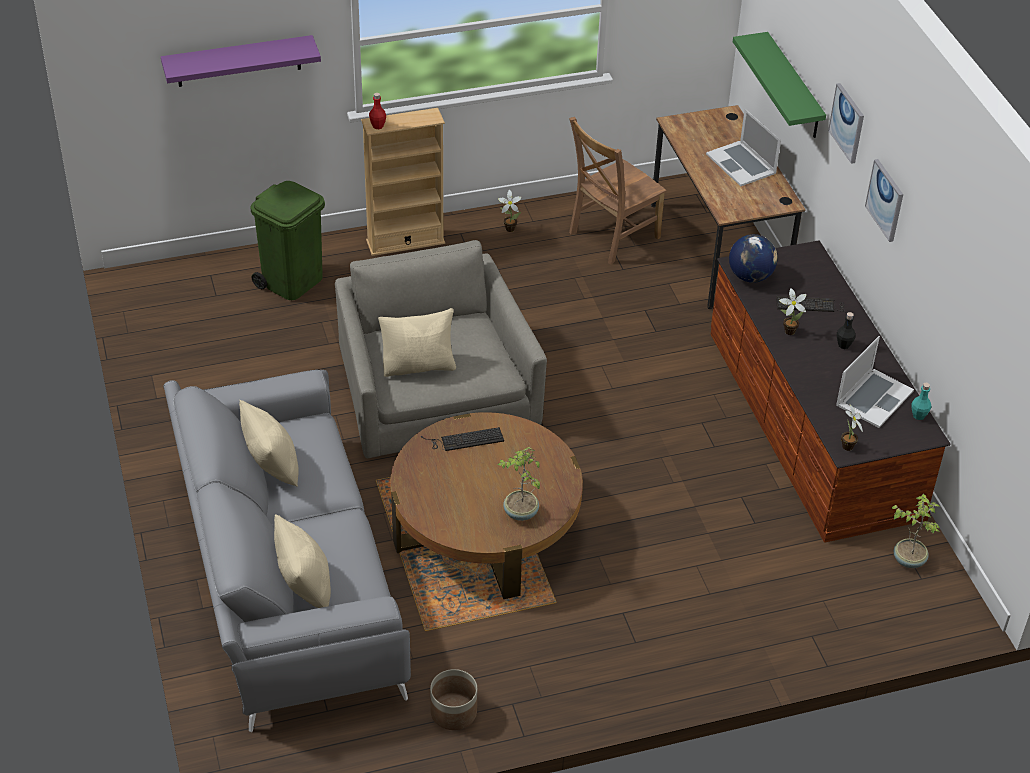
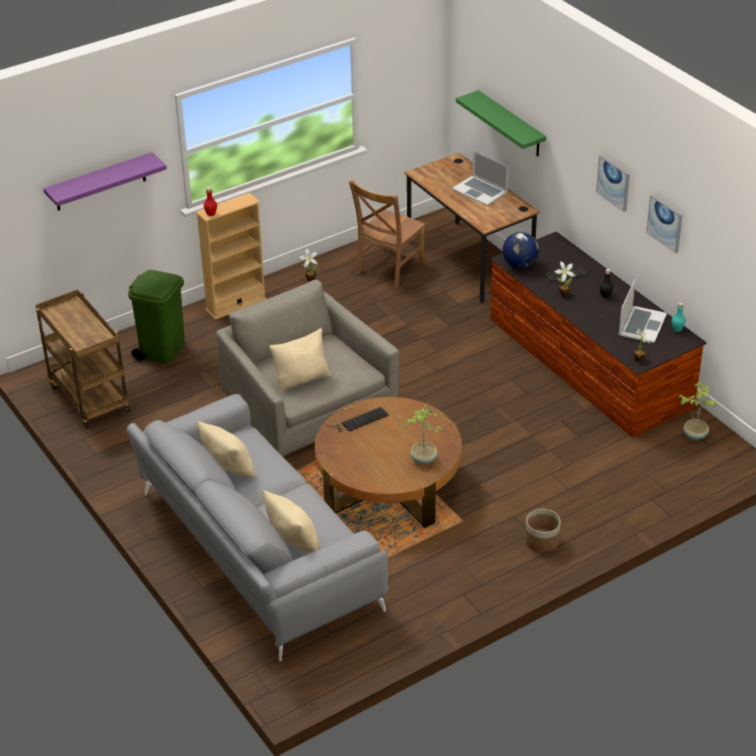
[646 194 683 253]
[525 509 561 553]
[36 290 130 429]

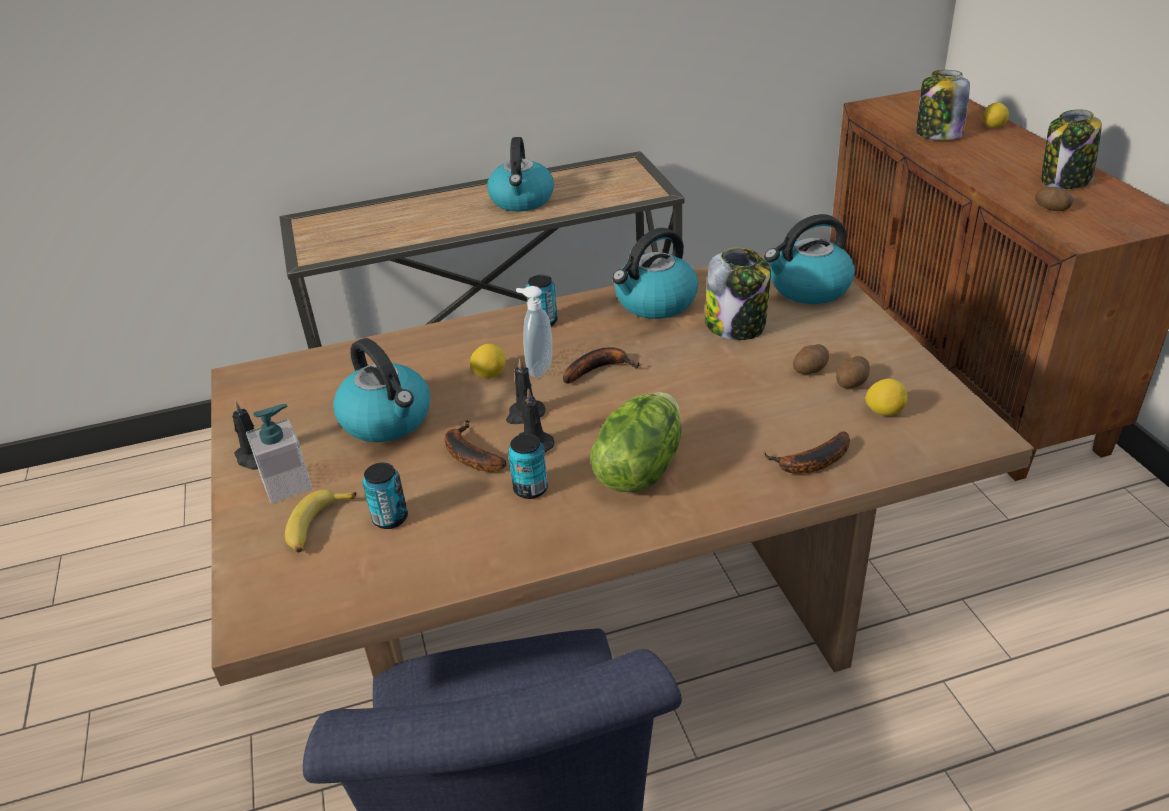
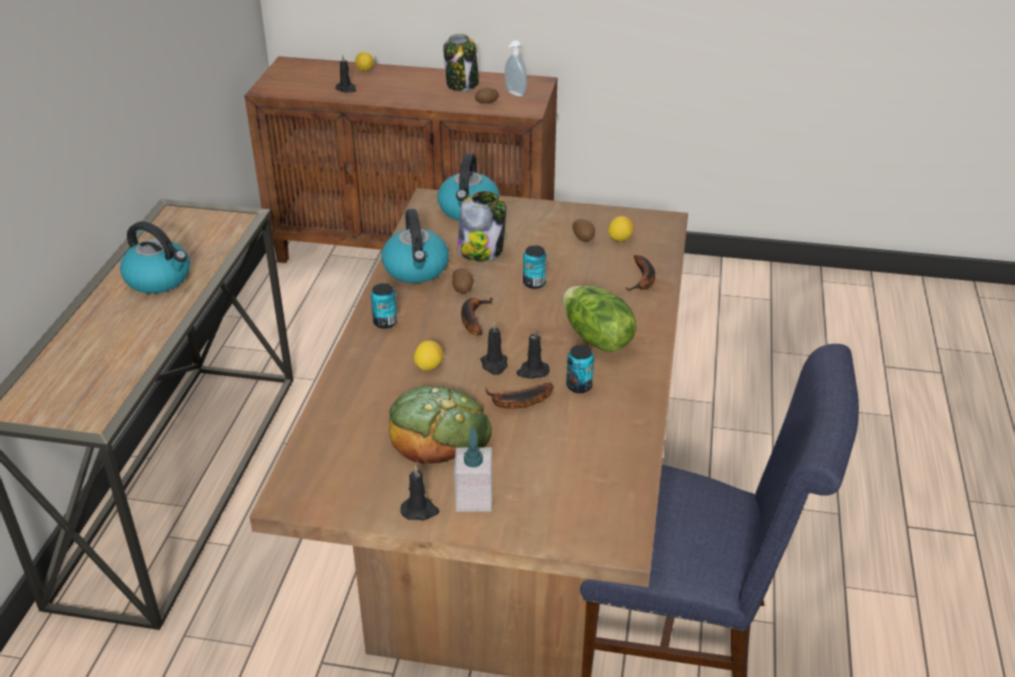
[335 54 356 93]
[505 40 527 96]
[389 386 492 464]
[452 269 474 293]
[523 245 547 289]
[285 489 357 553] (first image)

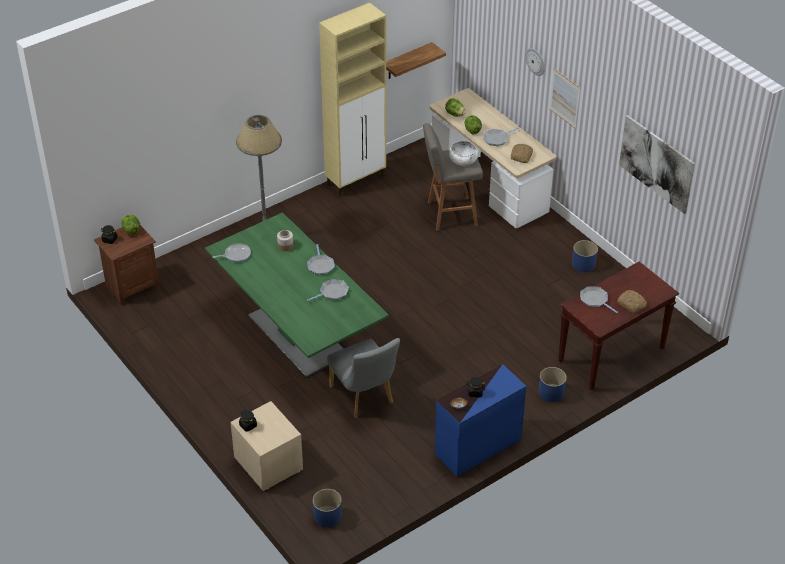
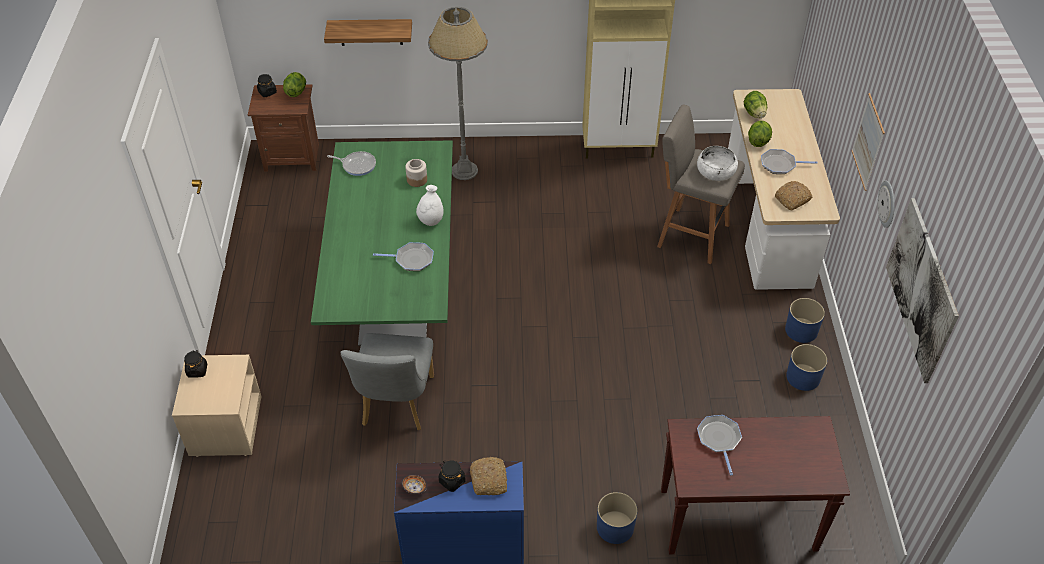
[324 19 412 46]
[878 181 895 228]
[416 185 444 226]
[470 457 507 495]
[785 298 825 343]

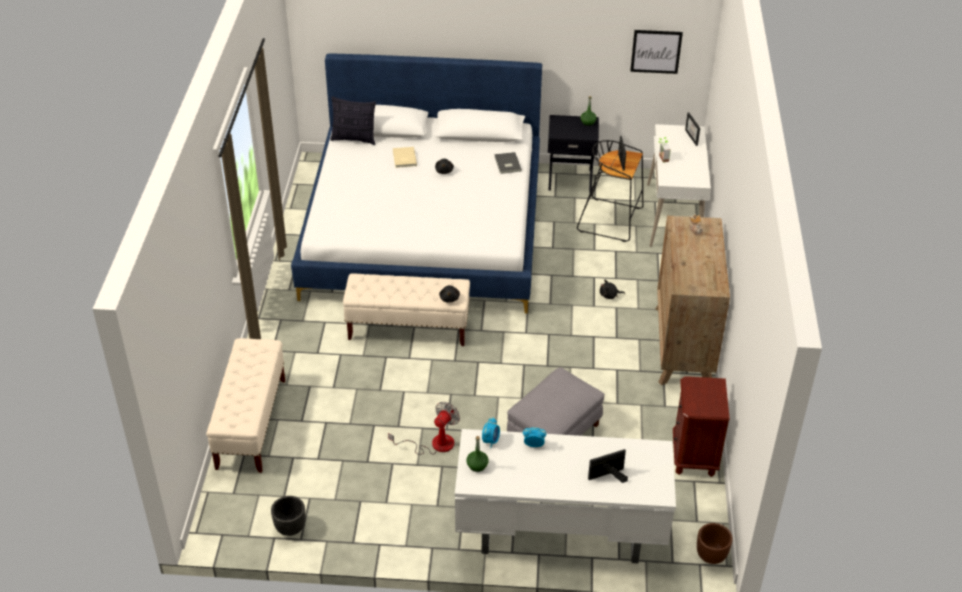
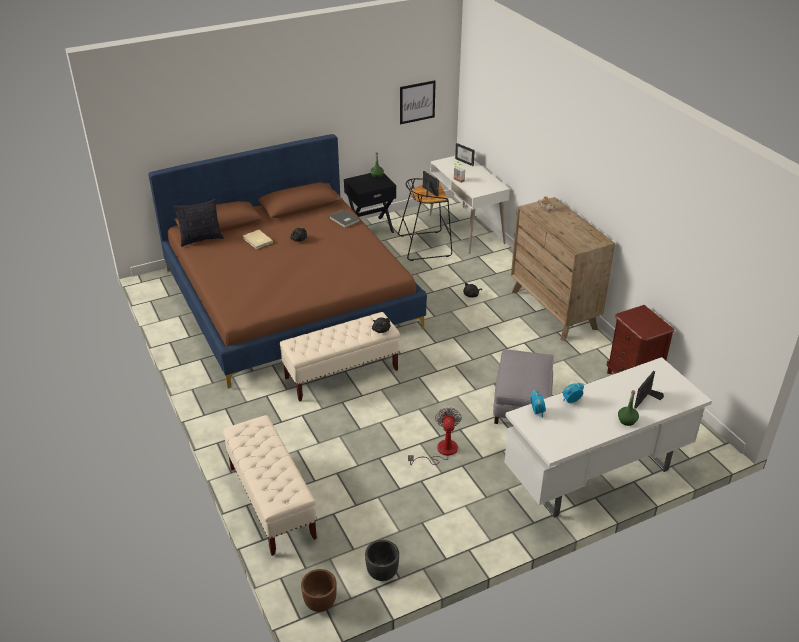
[148 134 427 389]
[618 390 639 426]
[301 569 337 612]

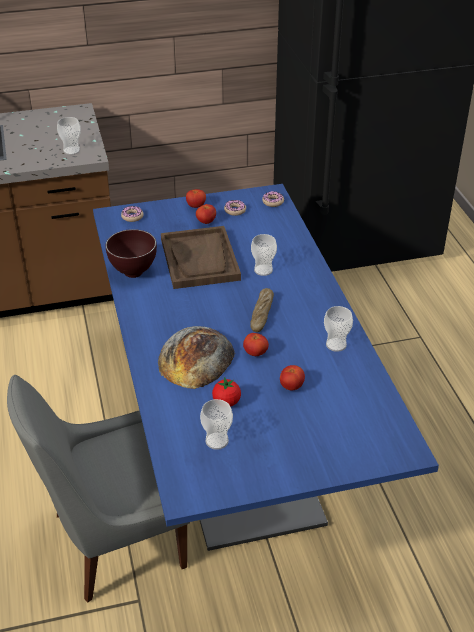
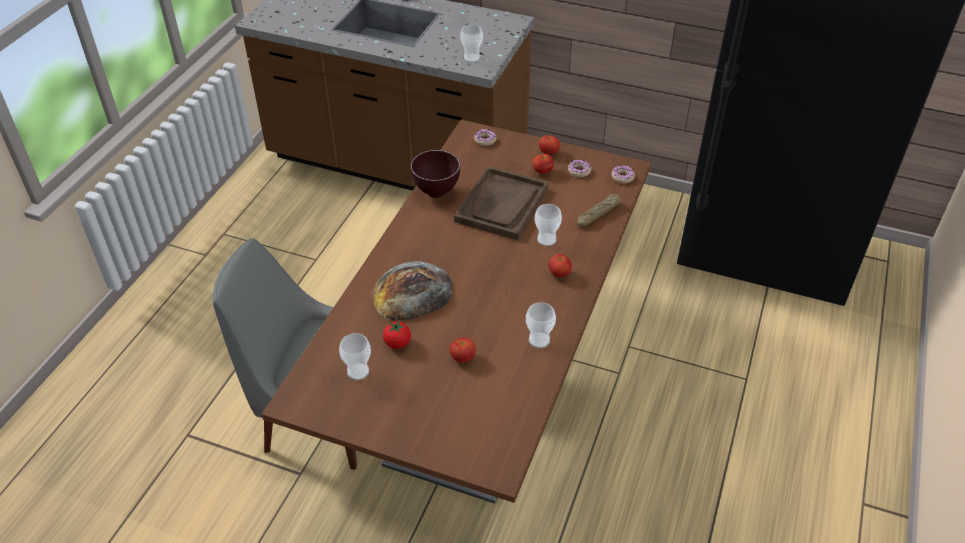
[261 120 651 504]
[577 194 621 227]
[548 254 572 277]

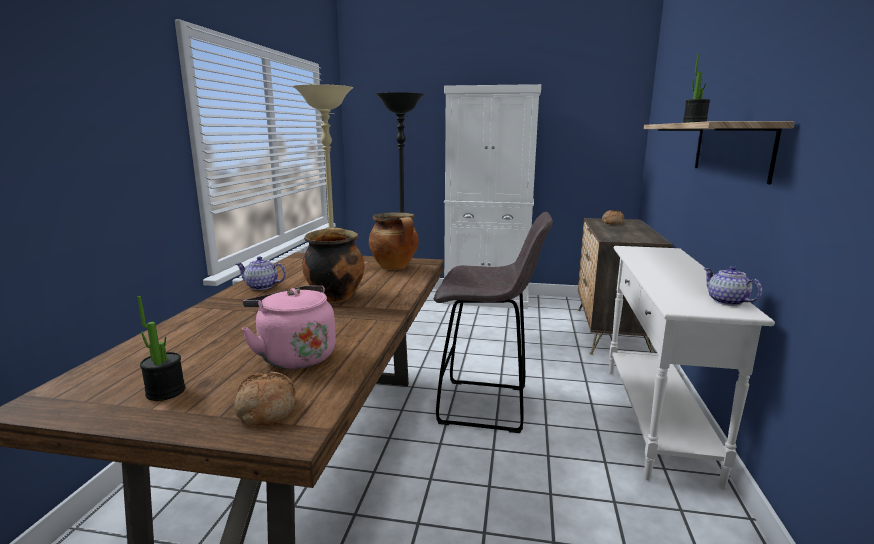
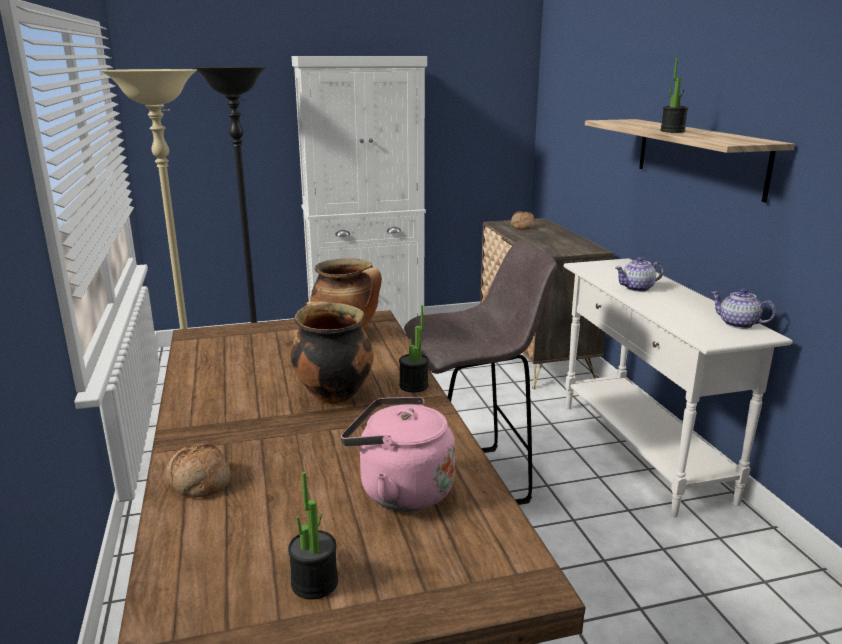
[615 257 664 292]
[165 444 231 497]
[399 305 429 392]

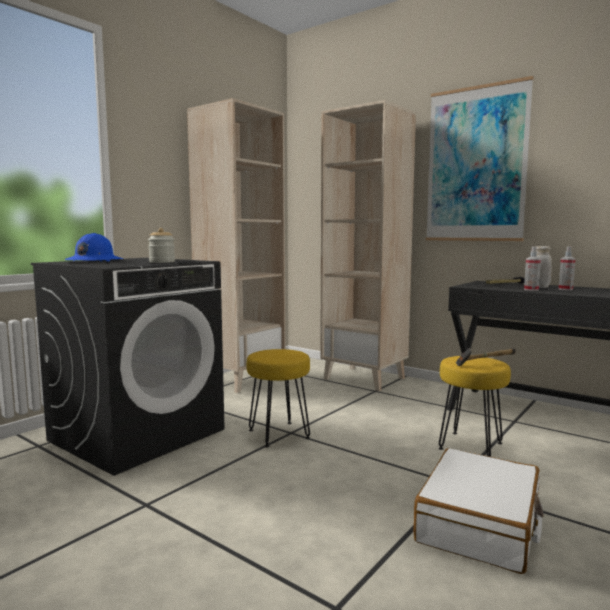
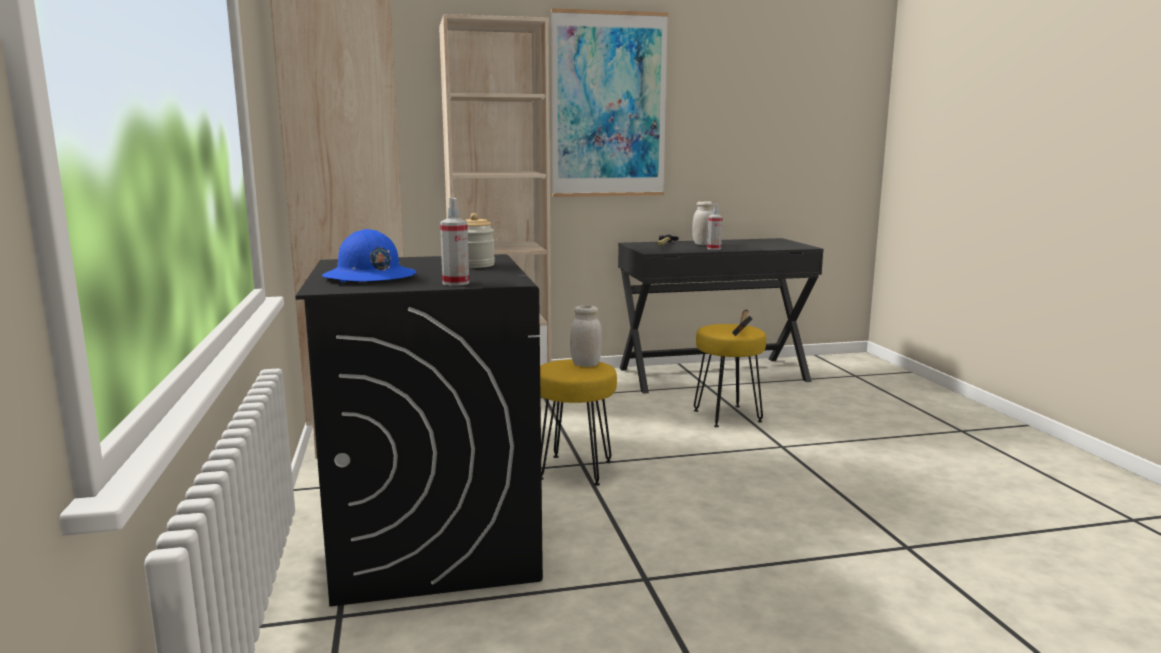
[440 198 469 286]
[414 448 544 574] (first image)
[570 305 602 367]

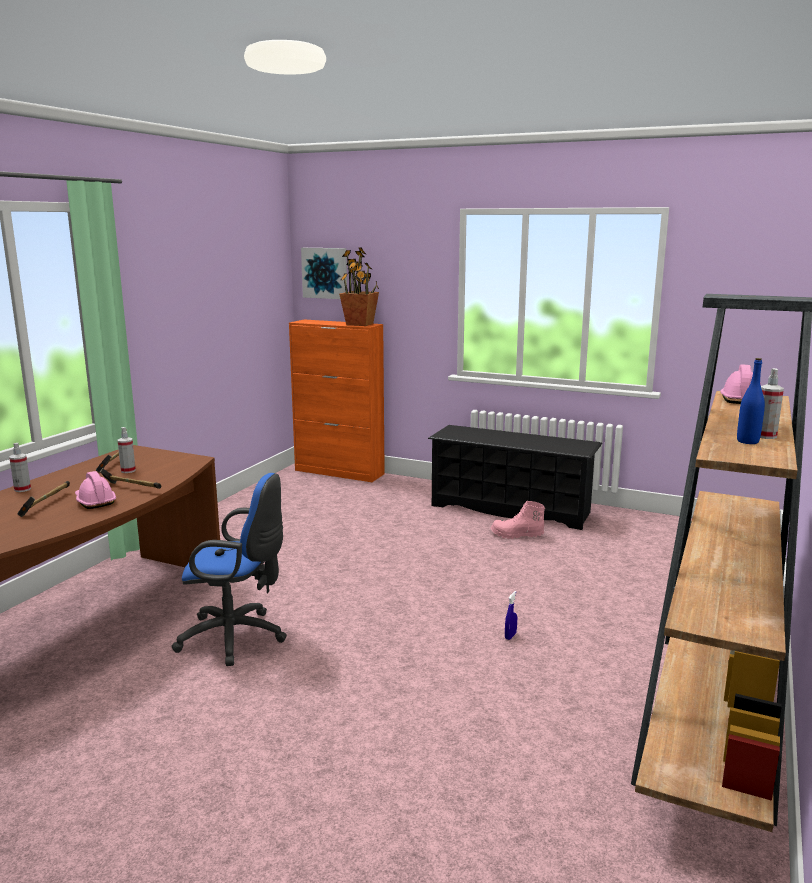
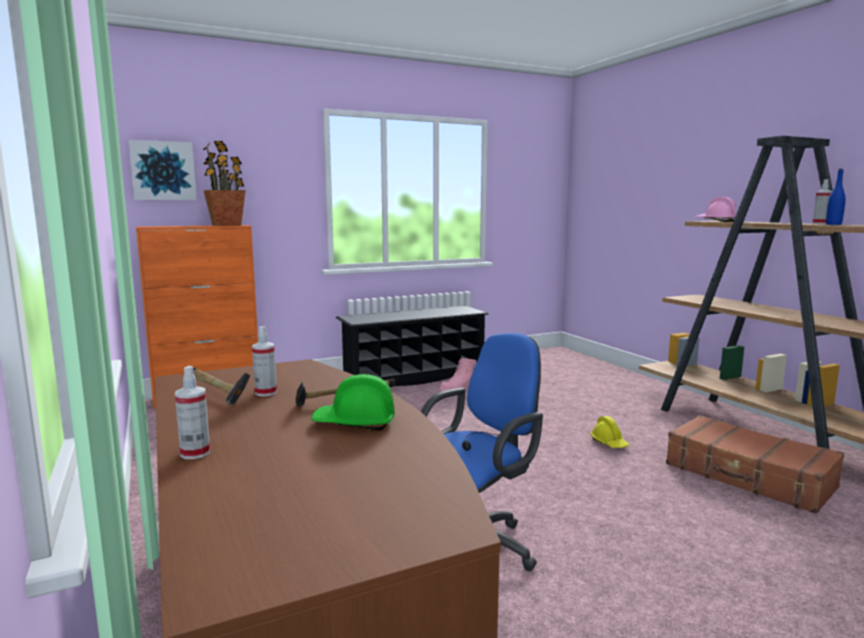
[312 374 395 431]
[17 481 70 517] (first image)
[590 416 630 448]
[666 415 844 514]

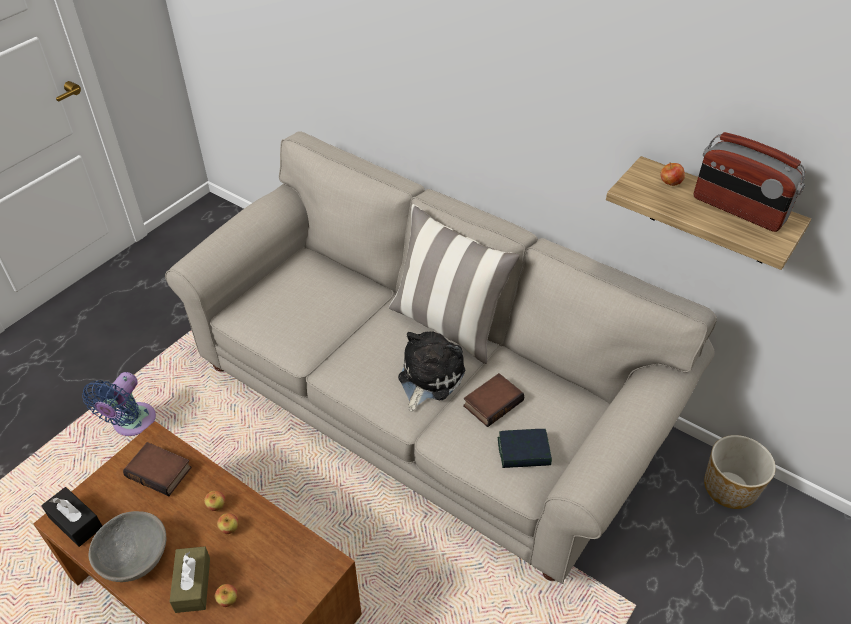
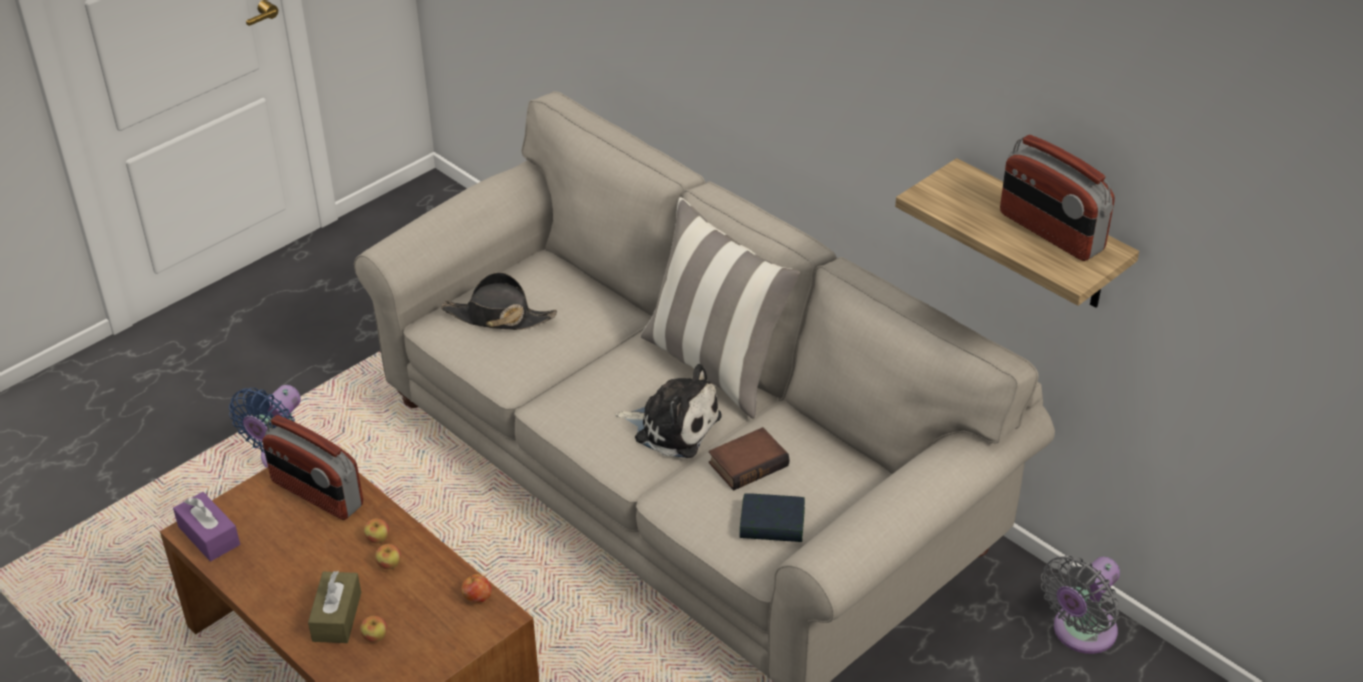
[461 574 492 603]
[615 364 721 458]
[1041 555 1120 654]
[262 415 363 520]
[173 492 240 561]
[89 511 166 582] (first image)
[441 272 557 330]

